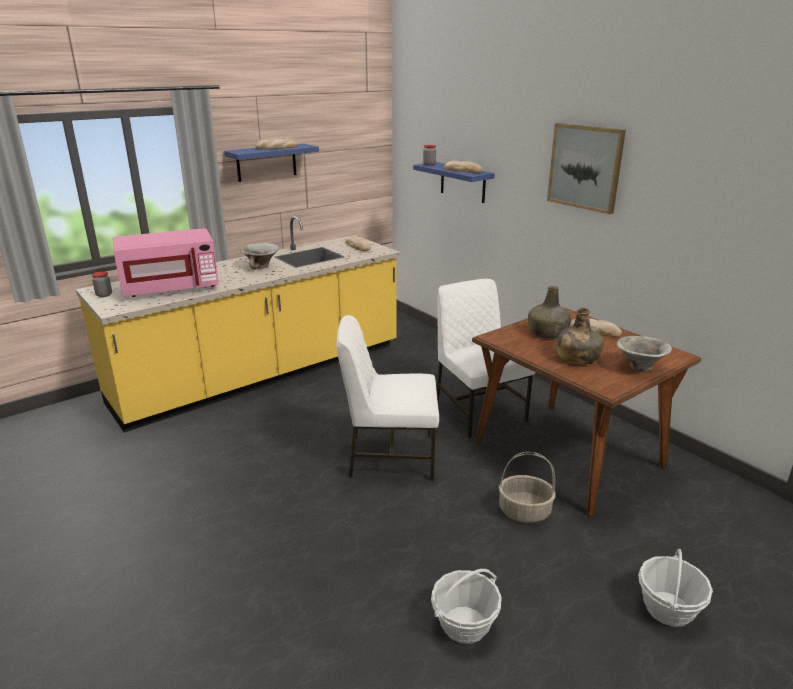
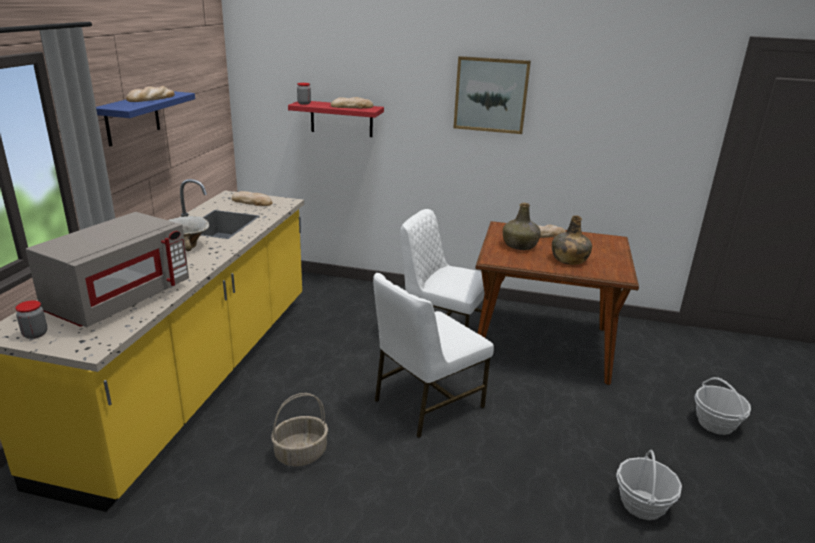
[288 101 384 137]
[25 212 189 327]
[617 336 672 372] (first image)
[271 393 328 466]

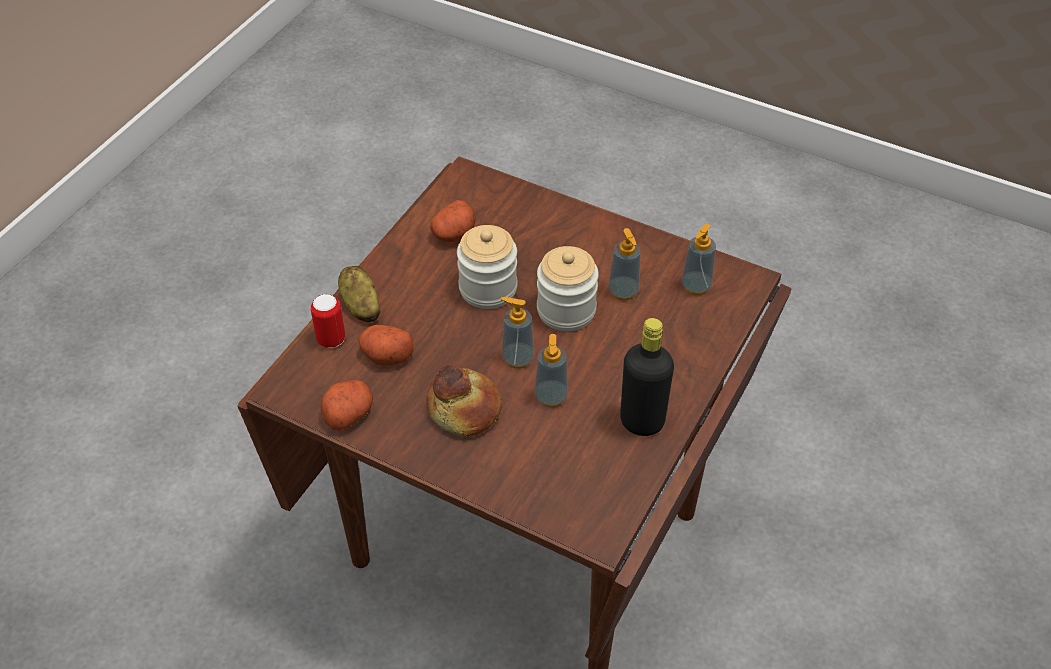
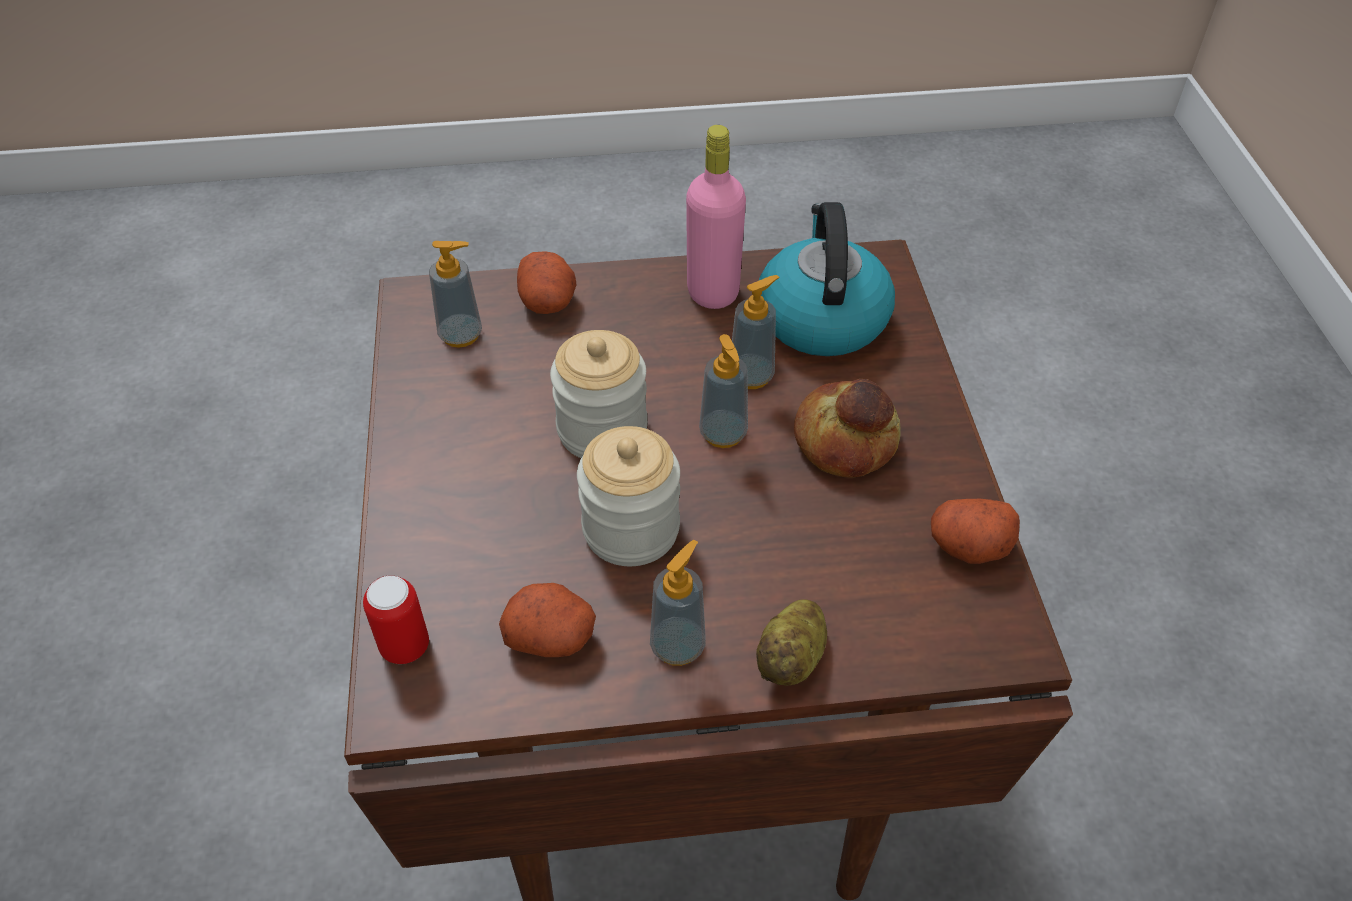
[650 540 706 666]
[363 575 429 664]
[686 125 746 309]
[517 251 577 314]
[759 202 895 356]

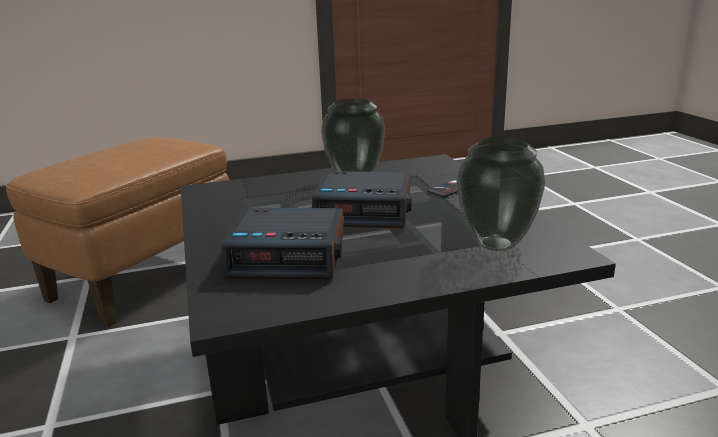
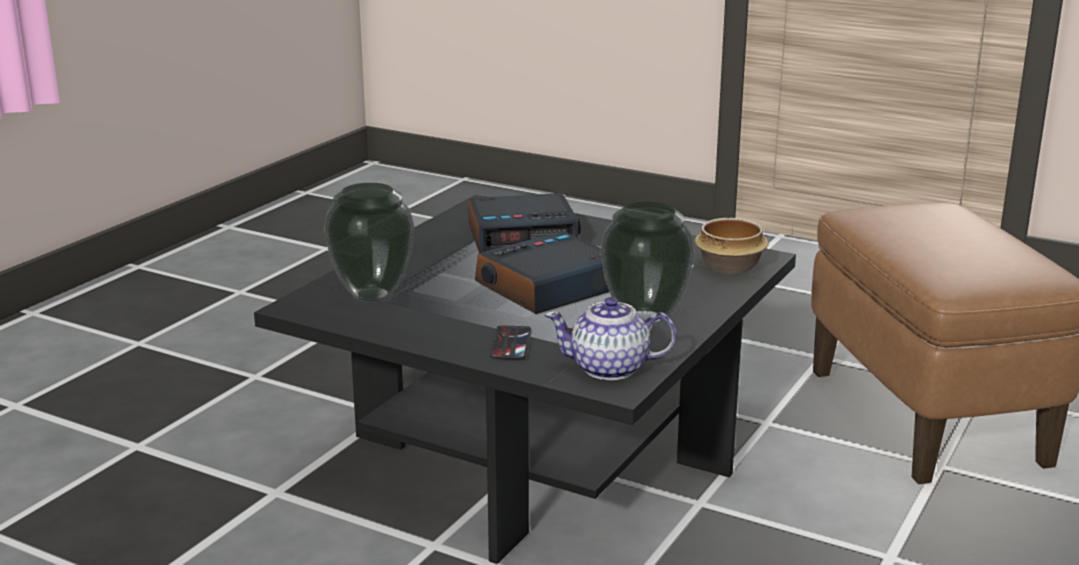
[468 193 580 253]
[695 218 769 275]
[545 297 676 380]

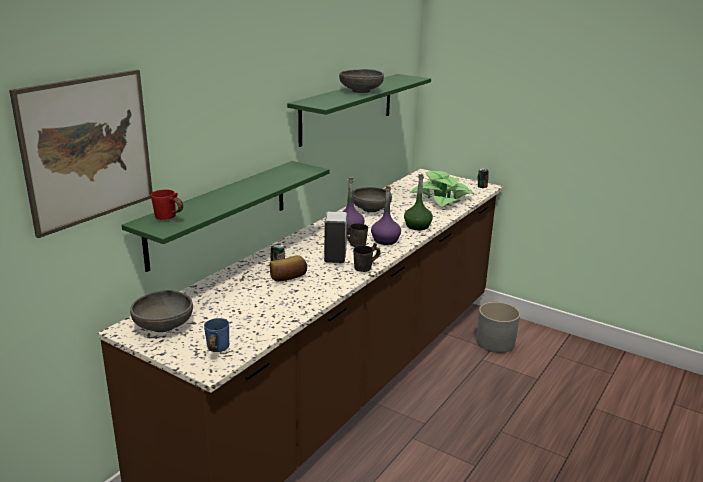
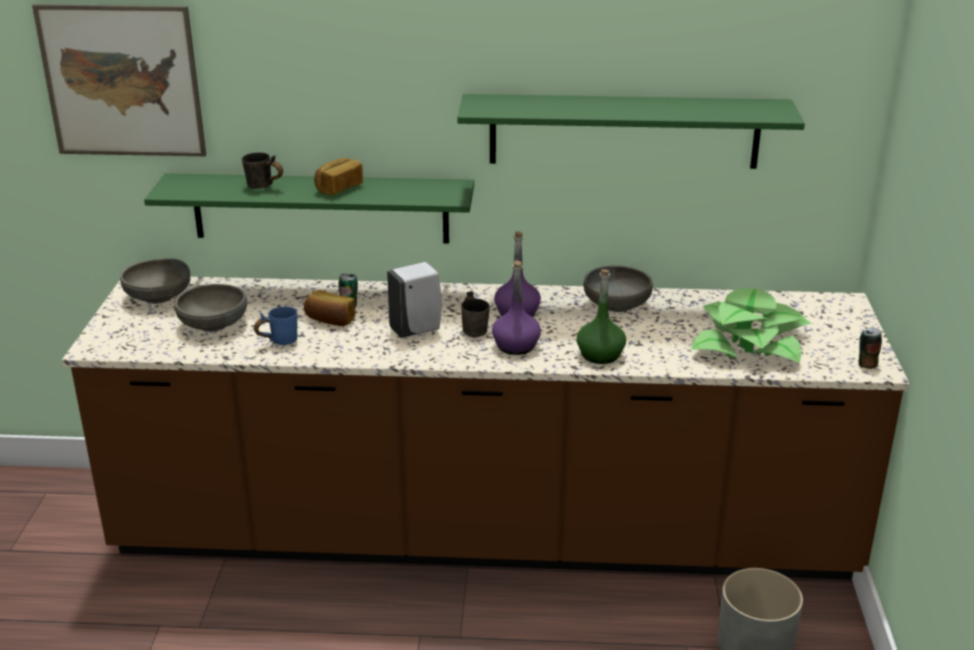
[175 284 247 332]
[151 190 183 220] (first image)
[242 152 283 189]
[254 306 297 345]
[314 158 363 195]

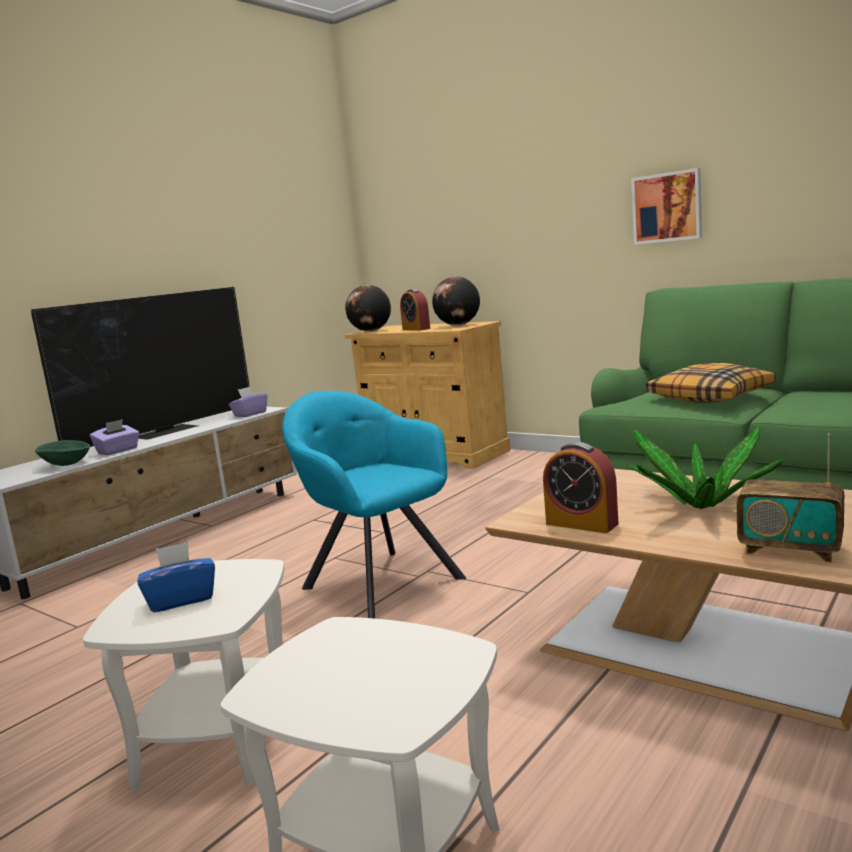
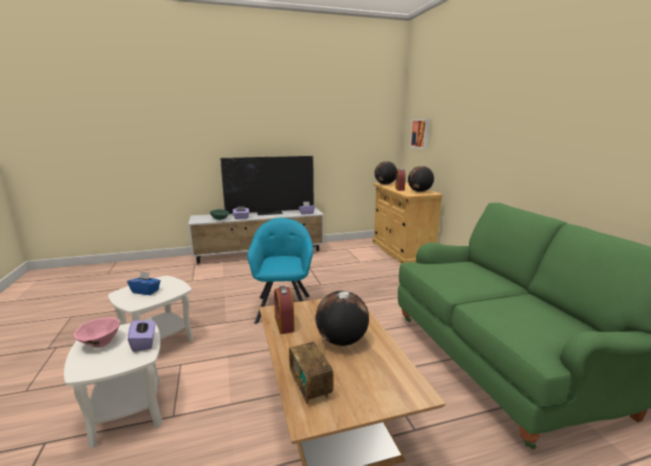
[410 119 430 149]
[646 363 776 403] (first image)
[315 290 369 346]
[128 316 155 352]
[74 317 120 348]

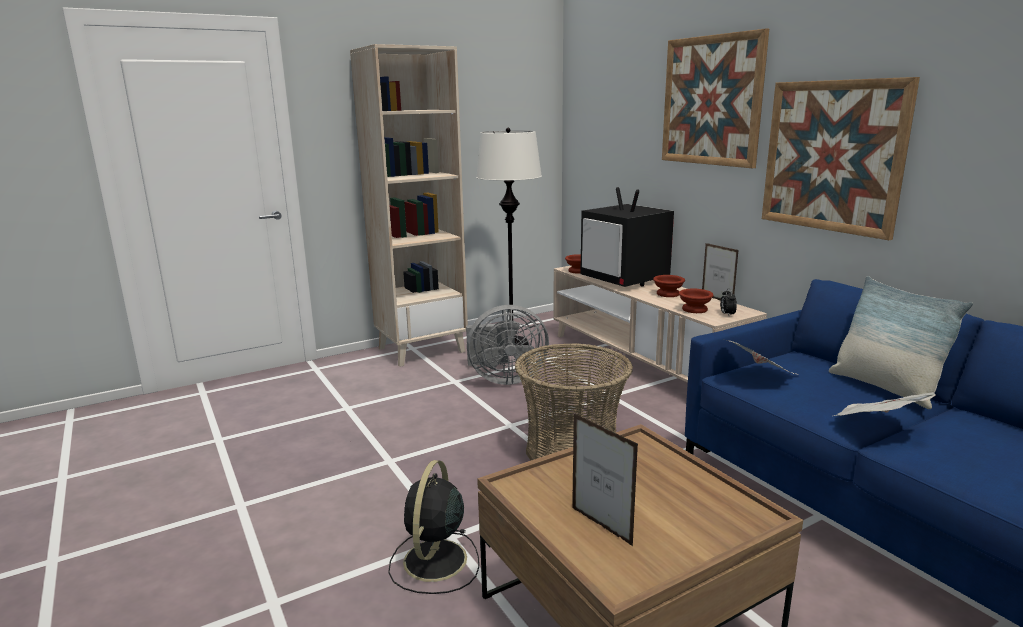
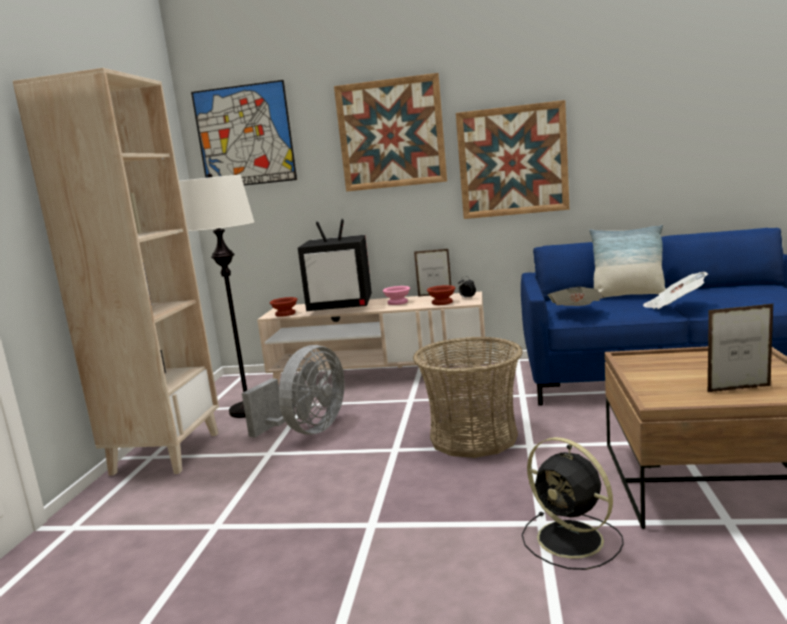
[383 286 410 305]
[191 80 297 186]

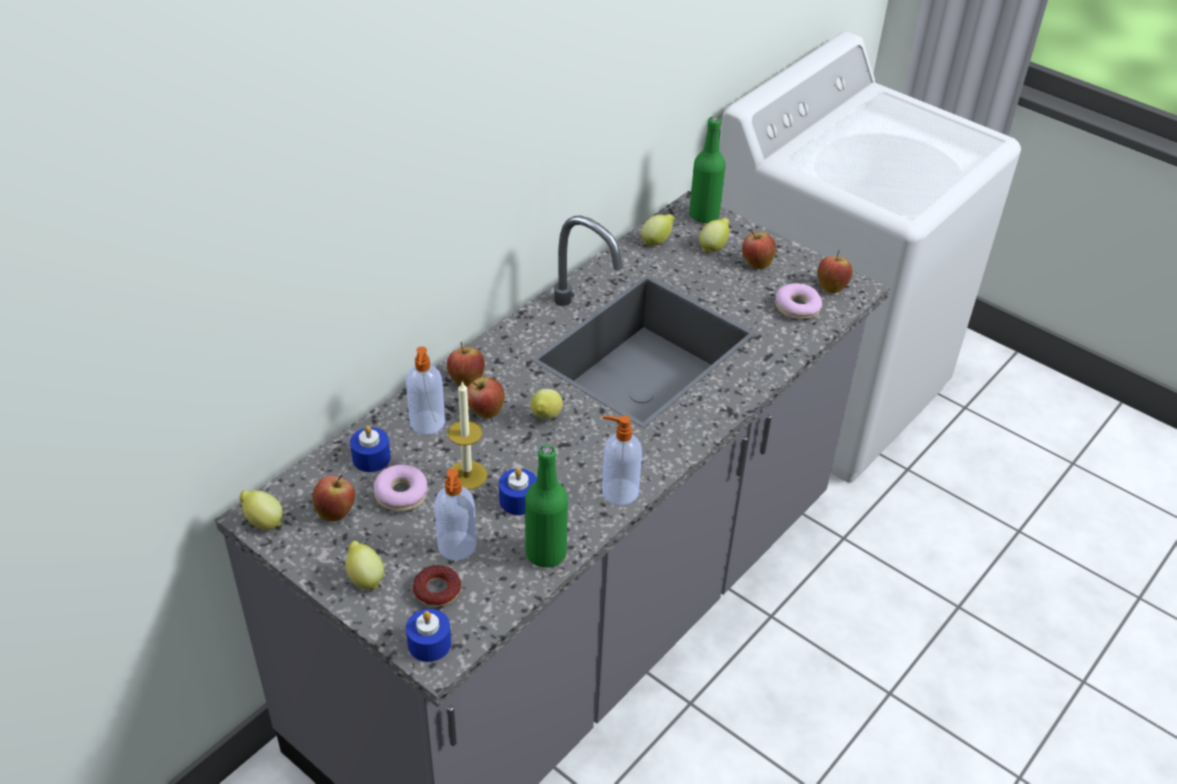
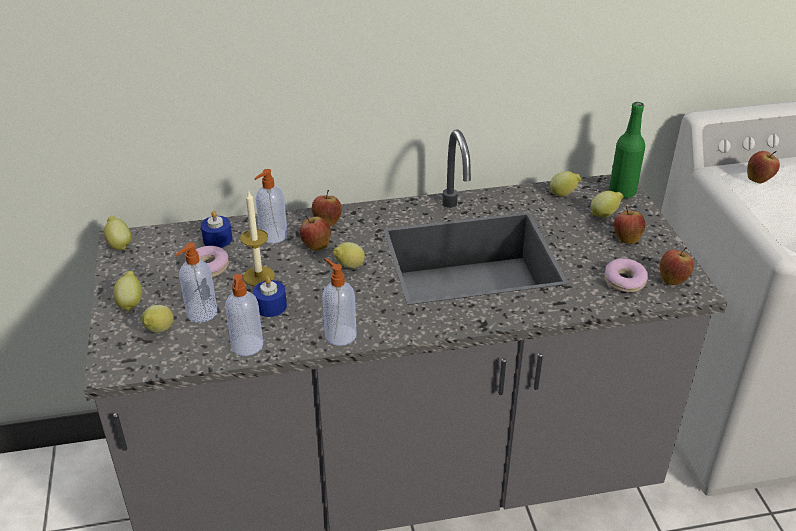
[225 274 263 356]
[747 151 780 183]
[142 305 174 333]
[406 609 451 662] (first image)

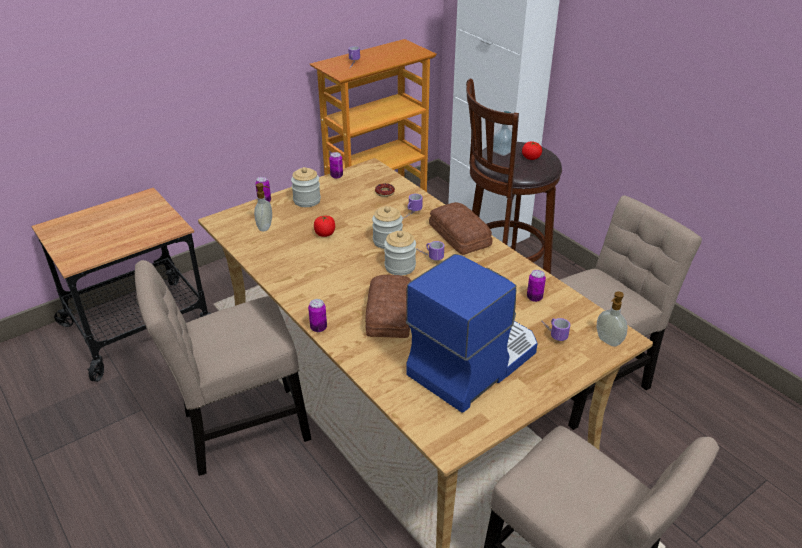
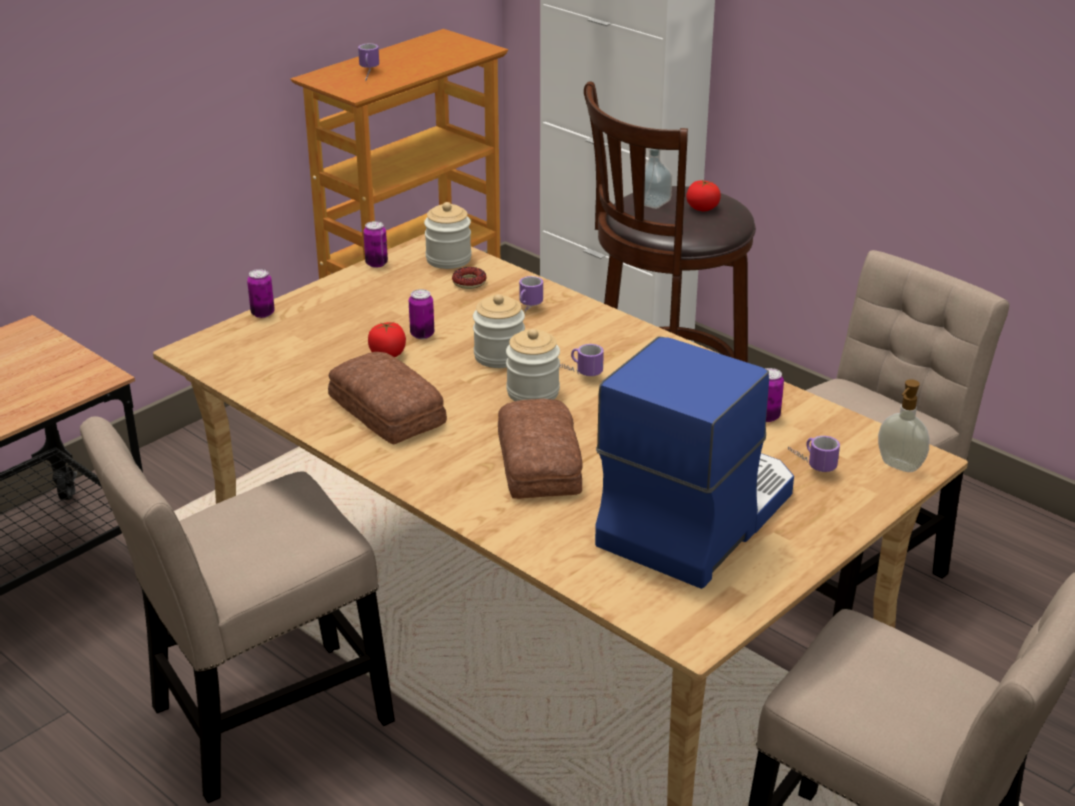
[424 202 472 269]
[254 183 272 231] (first image)
[328 352 447 445]
[409 289 434 339]

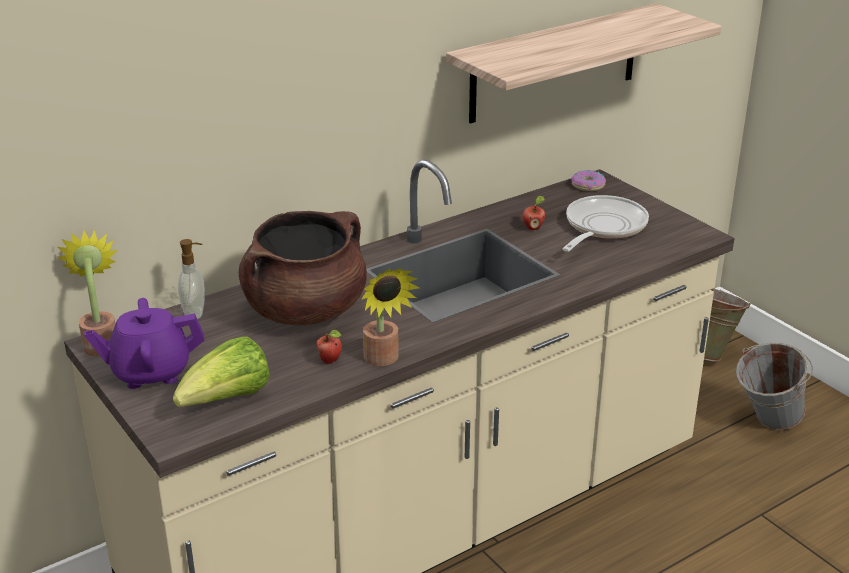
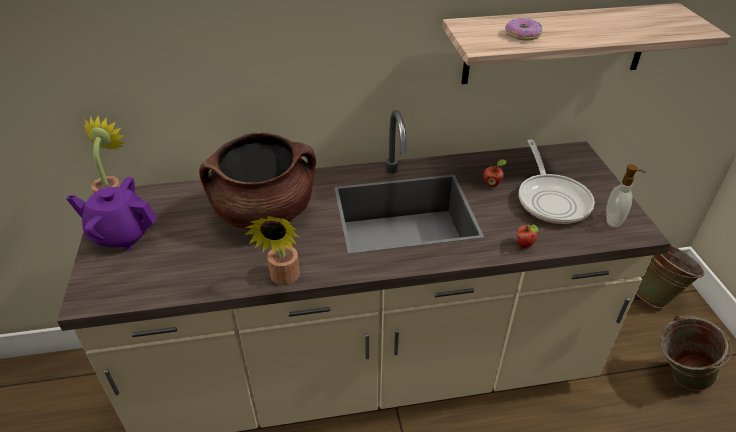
[505 18 542 41]
[519 139 595 224]
[606 164 646 227]
[517 225 539 248]
[173 337 270 407] (first image)
[660 316 733 390]

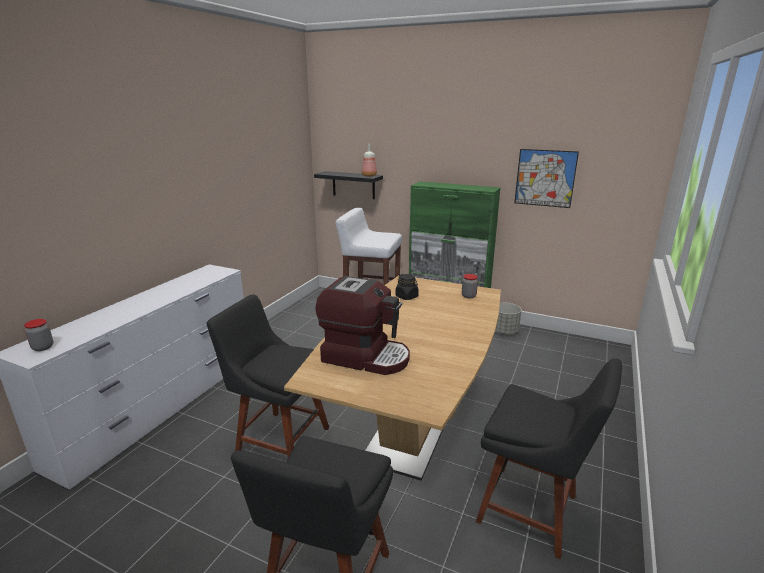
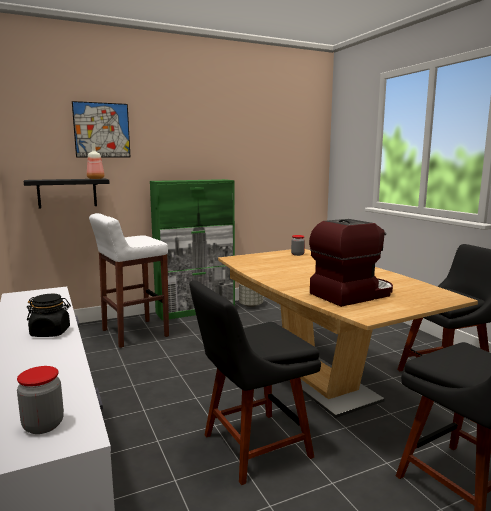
[72 101 130 157]
[27 294 71 337]

